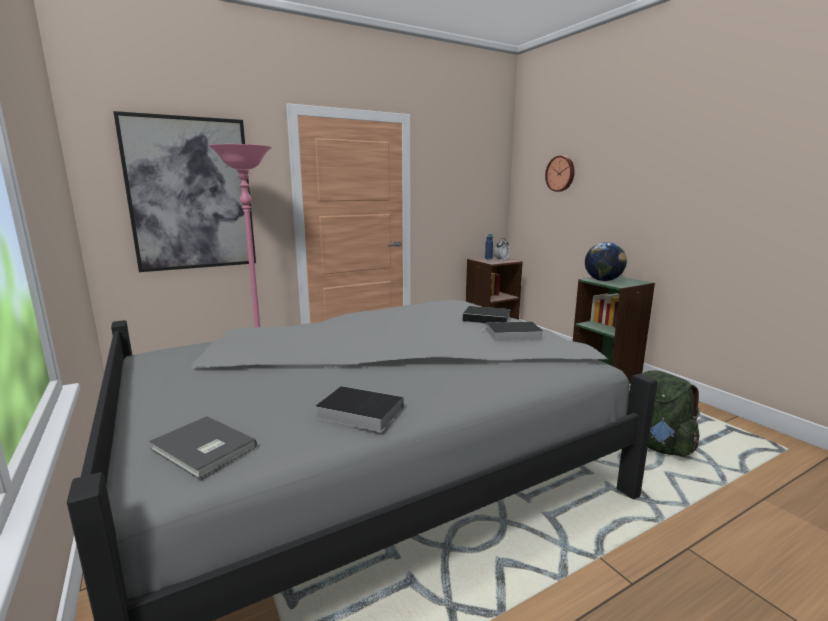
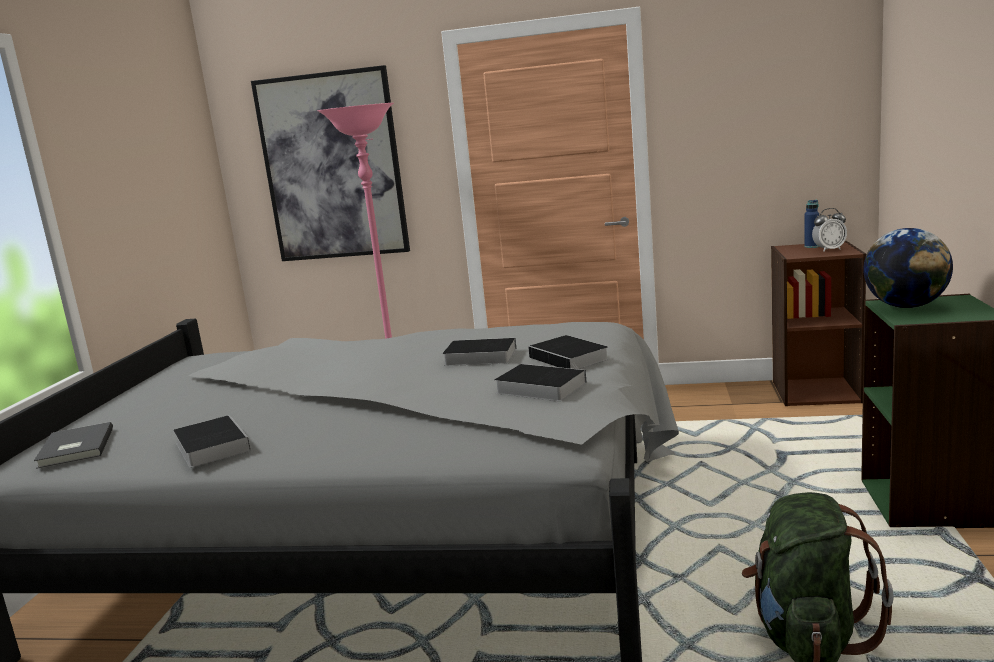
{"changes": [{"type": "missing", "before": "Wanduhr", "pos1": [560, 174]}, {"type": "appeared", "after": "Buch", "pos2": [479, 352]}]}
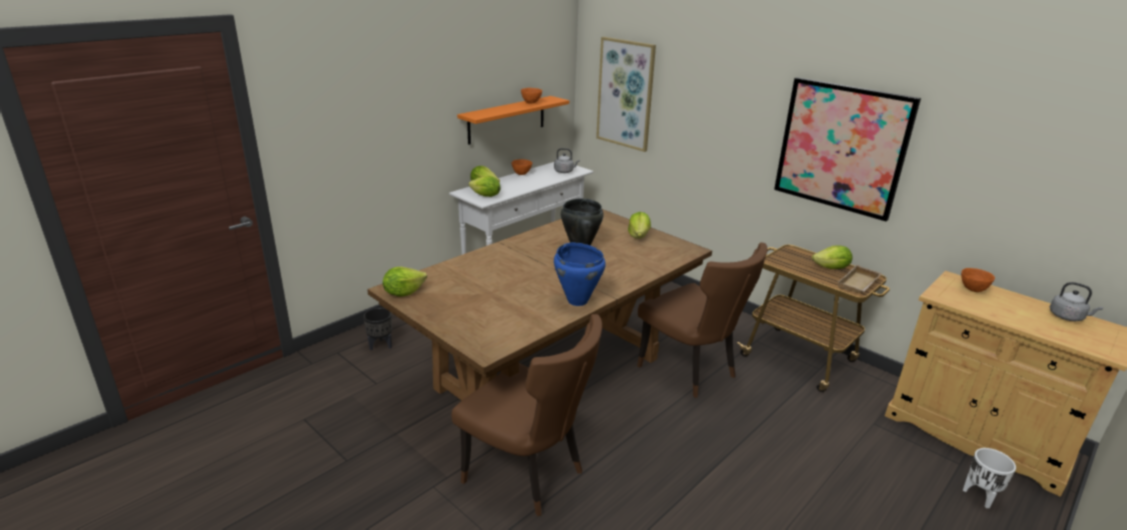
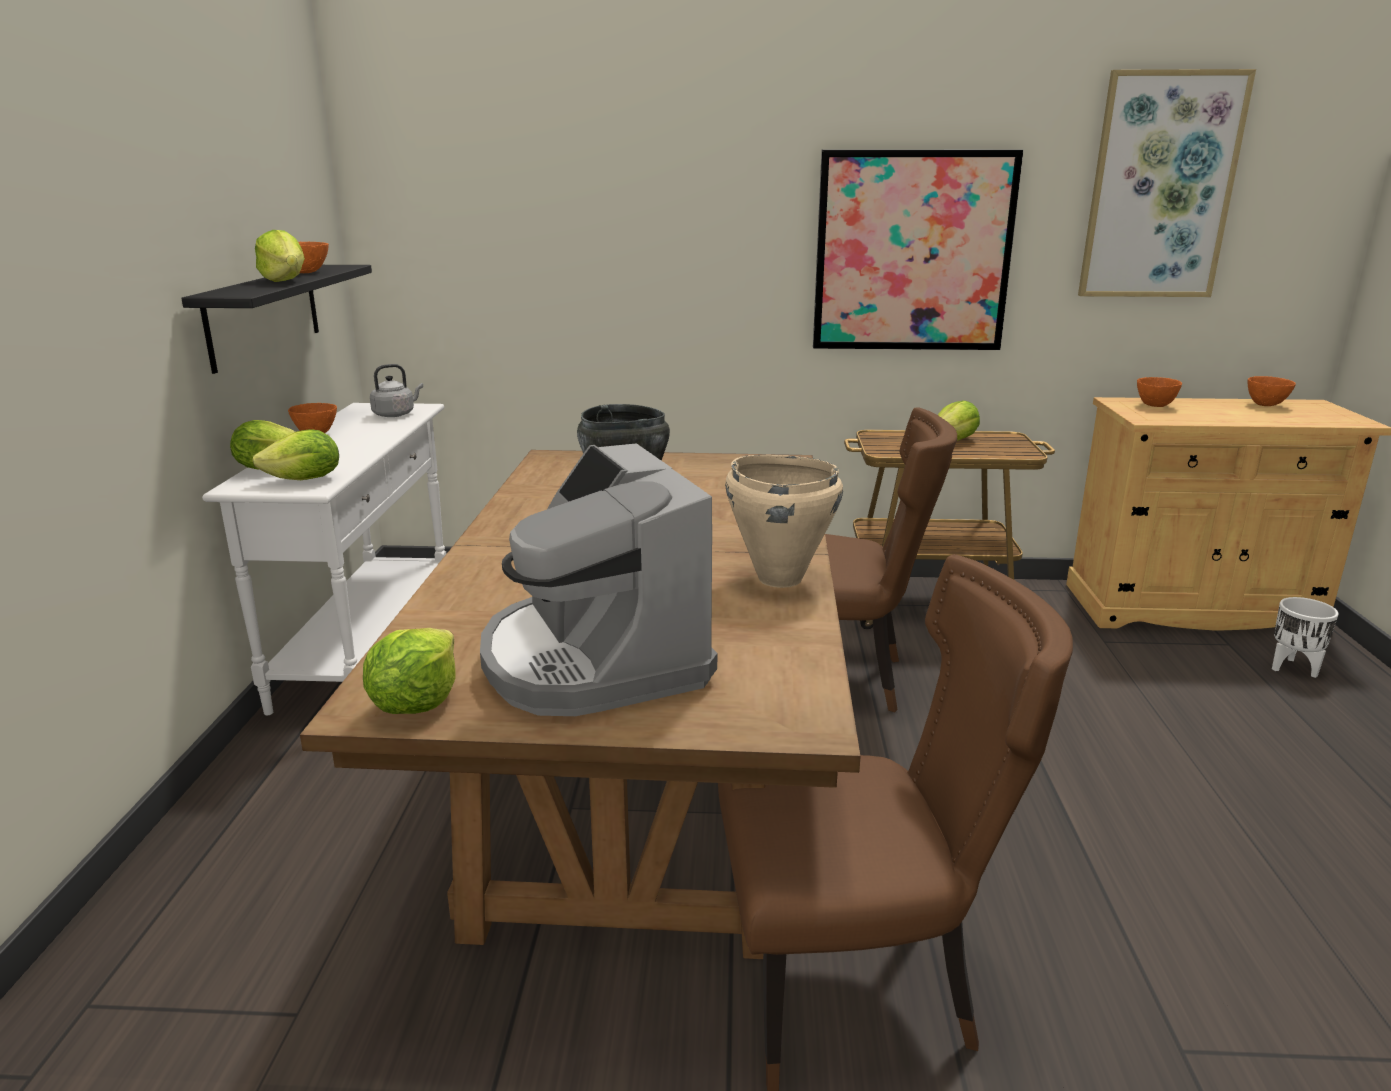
{"changes": [{"type": "relocated", "before": "Bild", "pos1": [626, 94], "pos2": [1167, 183]}, {"type": "colour", "before": "Wandregal (orange)", "after": "Wandregal (schwarz)", "pos1": [513, 120], "pos2": [276, 319]}, {"type": "relocated", "before": "Salatkopf", "pos1": [639, 225], "pos2": [280, 256]}, {"type": "colour", "before": "Kochtopf (blau)", "after": "Kochtopf (beige)", "pos1": [580, 274], "pos2": [784, 521]}, {"type": "missing", "before": "Tablett (beige)", "pos1": [860, 279]}, {"type": "exchanged", "before": "Wasserkessel (grau)", "after": "Schüssel (orange)", "pos1": [1076, 301], "pos2": [1272, 391]}, {"type": "missing", "before": "Pflanzkübel (schwarz)", "pos1": [377, 329]}, {"type": "appeared", "after": "Kaffeemaschine", "pos2": [598, 579]}]}
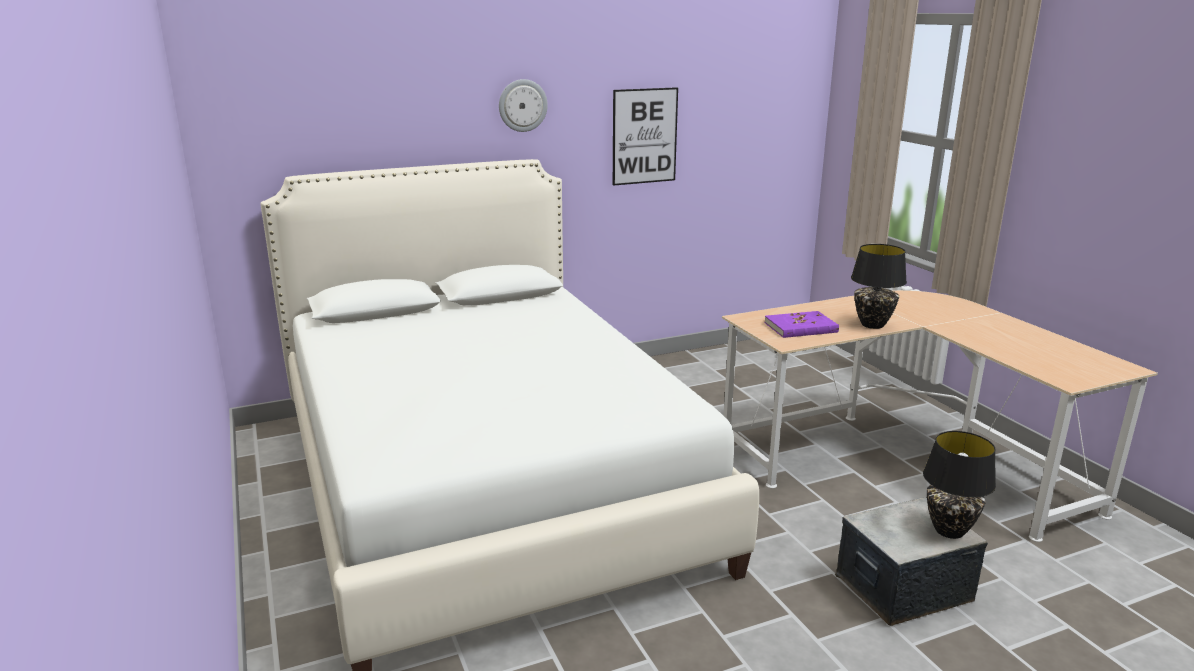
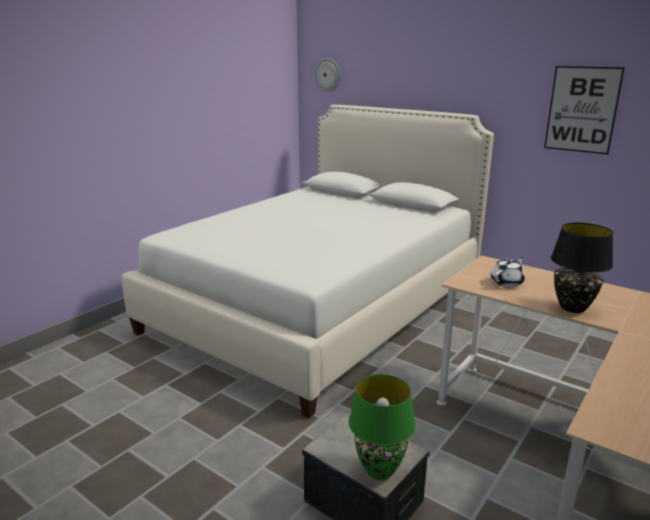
{"changes": [{"type": "relocated", "before": "Wanduhr", "pos1": [523, 105], "pos2": [328, 75]}, {"type": "exchanged", "before": "Buch (lila)", "after": "Teekanne (weiß)", "pos1": [802, 324], "pos2": [508, 272]}, {"type": "colour", "before": "Tischlampe (schwarz)", "after": "Tischlampe (grün)", "pos1": [959, 485], "pos2": [382, 427]}]}
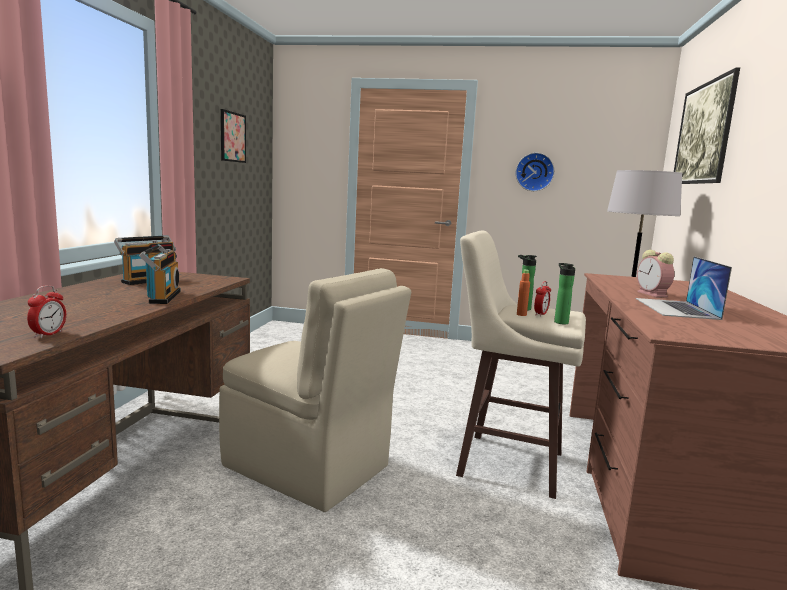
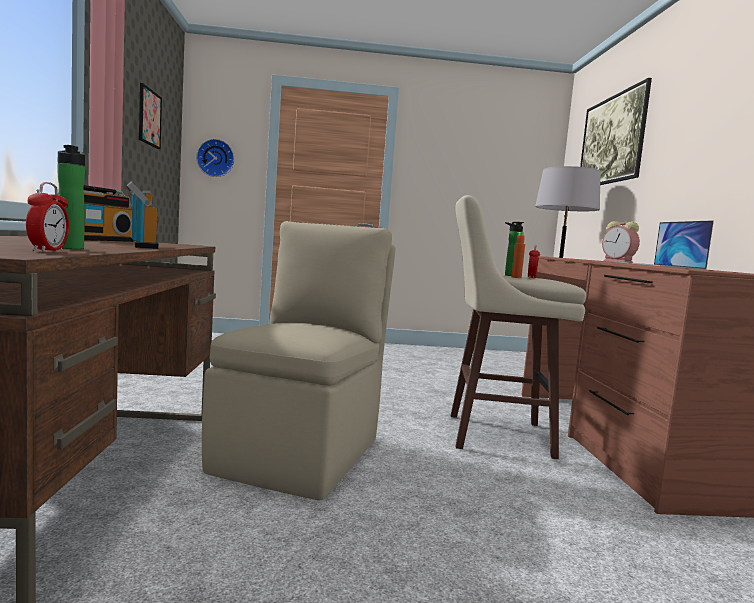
{"changes": [{"type": "relocated", "before": "Wanduhr", "pos1": [535, 172], "pos2": [215, 158]}, {"type": "relocated", "before": "Flasche", "pos1": [564, 293], "pos2": [71, 197]}, {"type": "spun", "before": "Stuhl (beige)", "pos1": [315, 390], "pos2": [298, 360], "turn": -90}]}
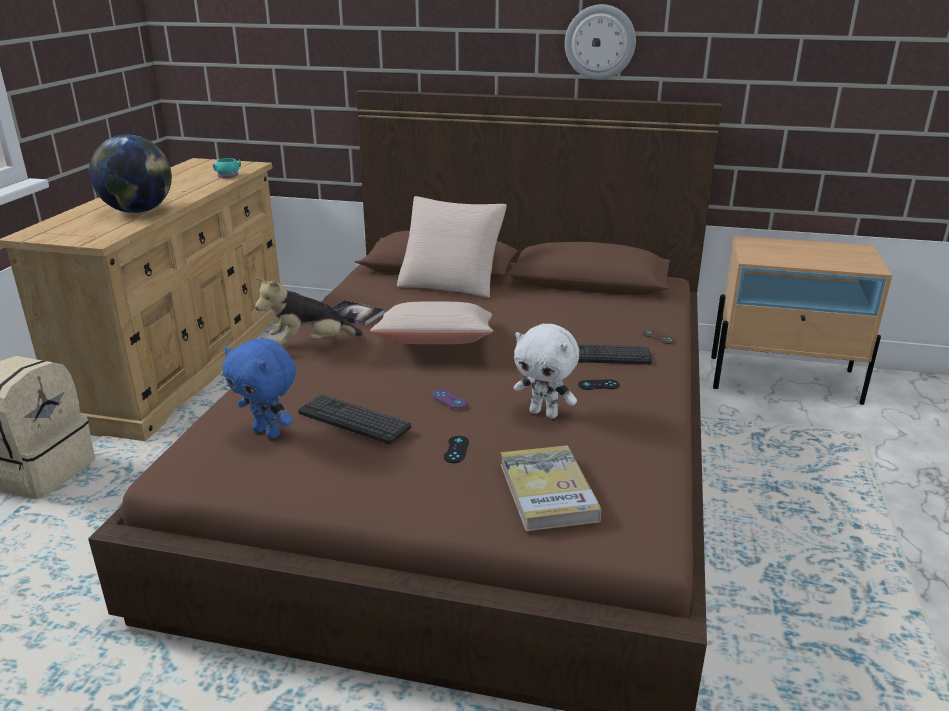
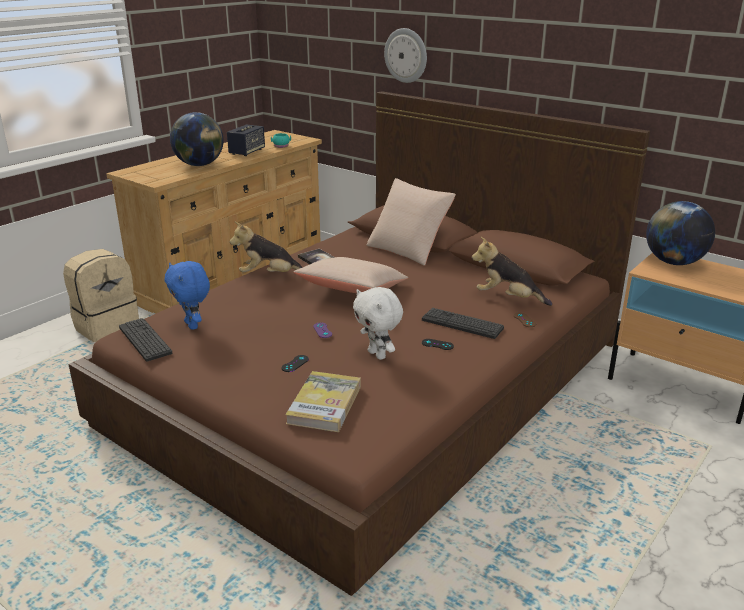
{"changes": [{"type": "relocated", "before": "Wanduhr", "pos1": [600, 42], "pos2": [405, 55]}, {"type": "relocated", "before": "Tastatur", "pos1": [354, 419], "pos2": [146, 339]}, {"type": "appeared", "after": "Lautsprecher", "pos2": [246, 140]}, {"type": "appeared", "after": "Globus", "pos2": [680, 233]}, {"type": "appeared", "after": "Plüschtier", "pos2": [512, 271]}]}
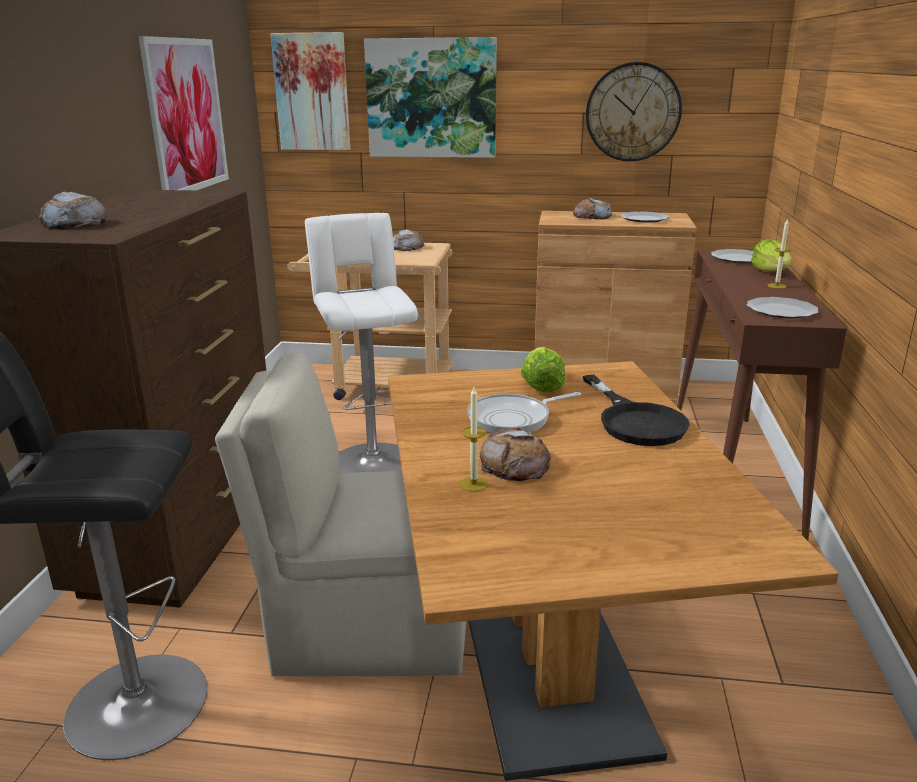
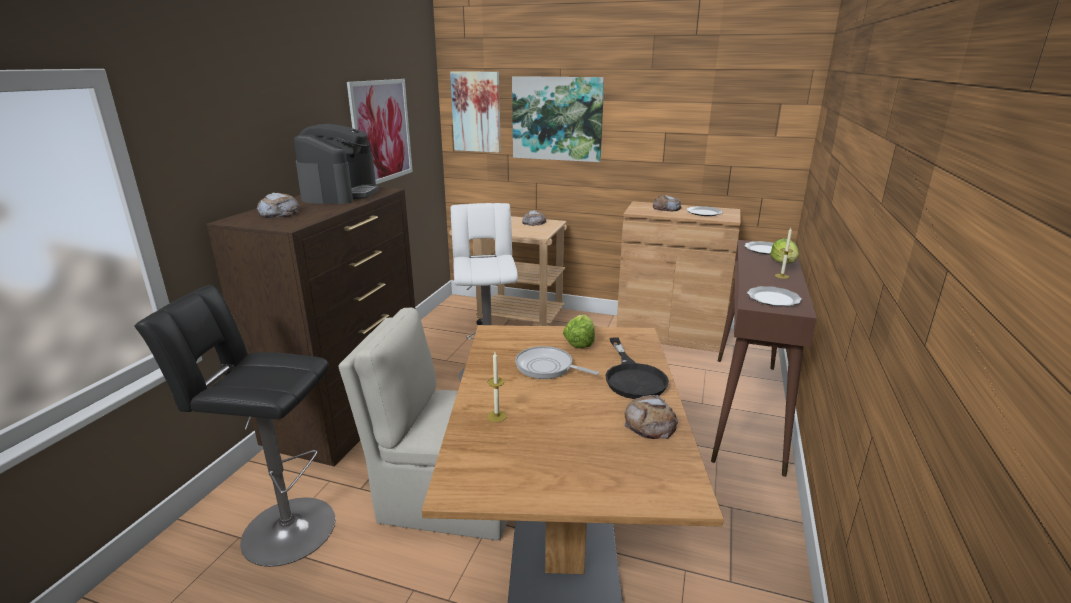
{"changes": [{"type": "missing", "before": "Wanduhr", "pos1": [634, 111]}, {"type": "spun", "before": "Pfanne", "pos1": [524, 413], "pos2": [557, 362], "turn": 45}, {"type": "relocated", "before": "Brot", "pos1": [515, 454], "pos2": [651, 417]}, {"type": "appeared", "after": "Kaffeemaschine", "pos2": [336, 164]}]}
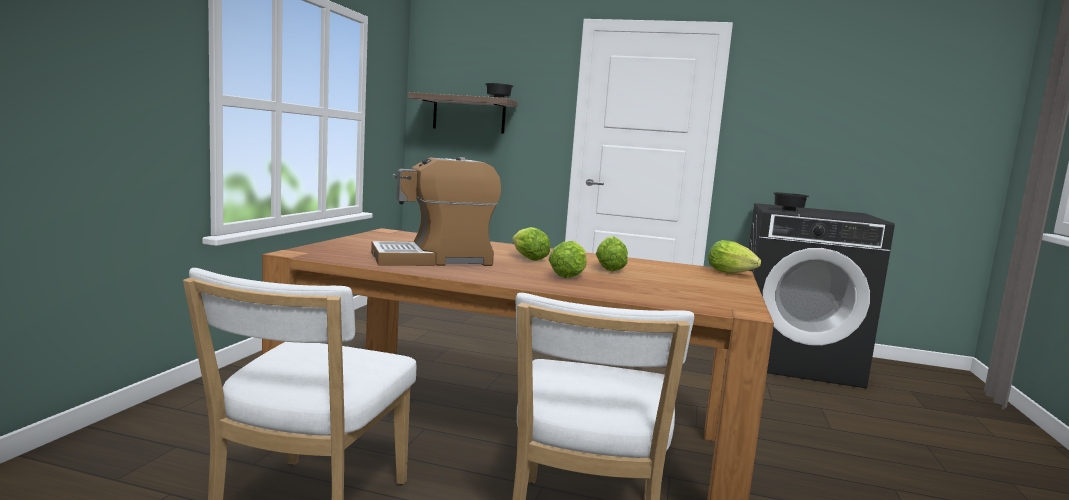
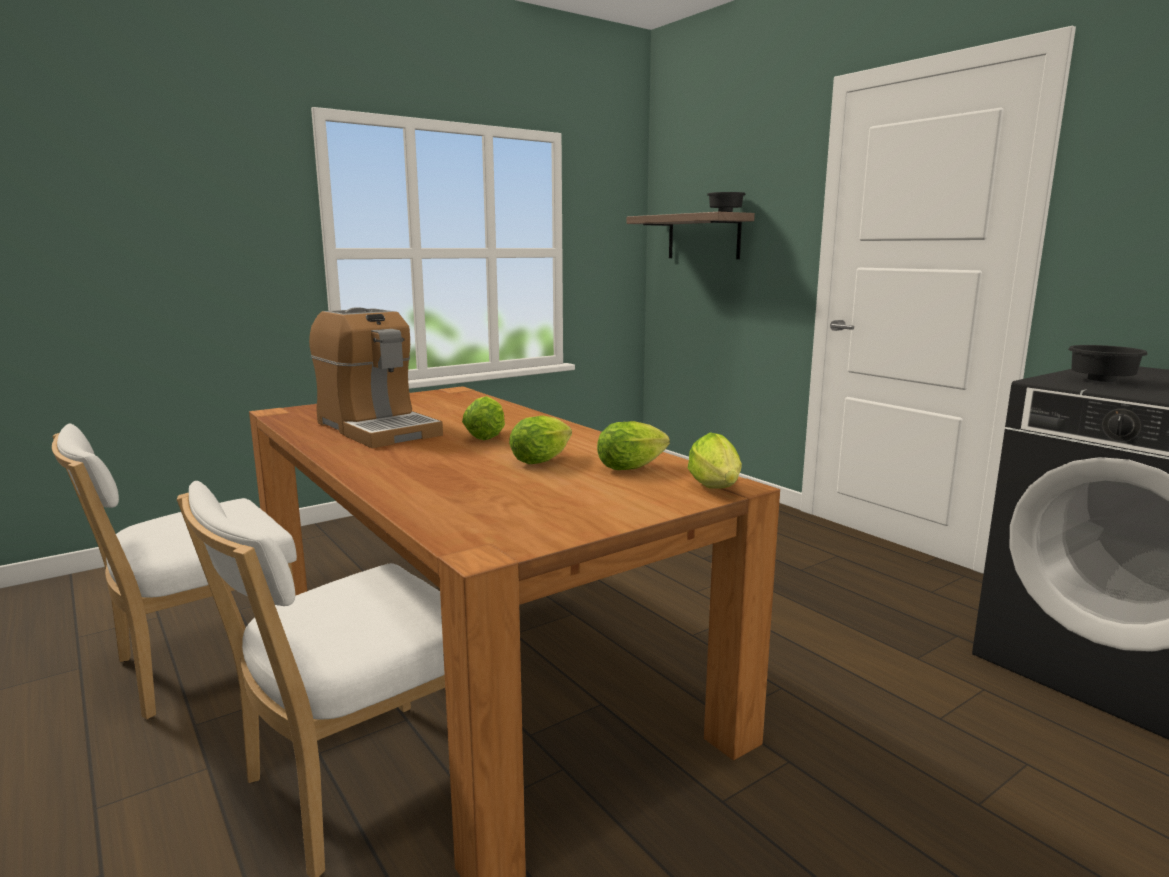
{"changes": [{"type": "spun", "before": "Kaffeemaschine", "pos1": [436, 211], "pos2": [376, 377], "turn": -150}, {"type": "relocated", "before": "Salatkopf", "pos1": [567, 259], "pos2": [633, 445]}]}
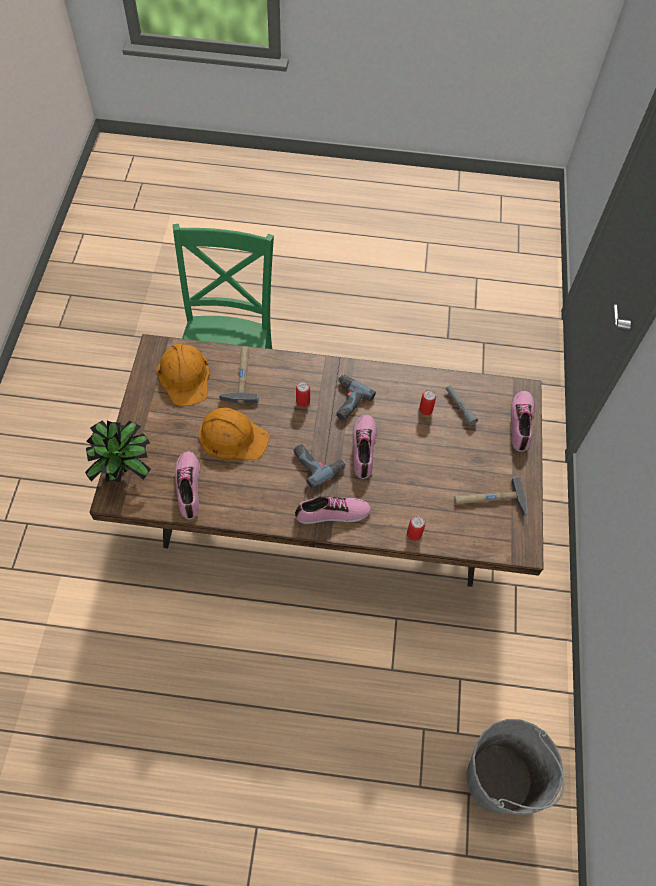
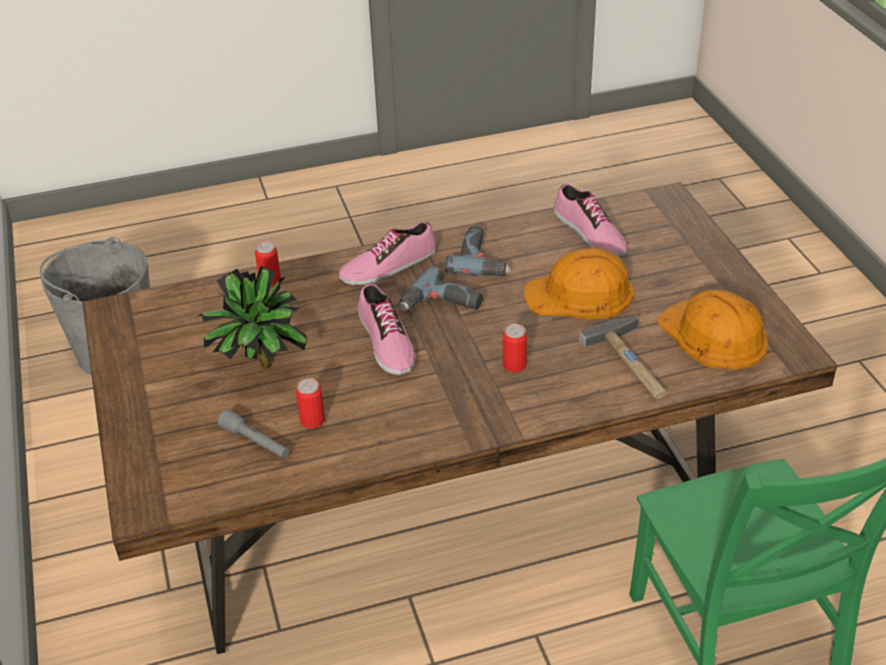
{"changes": [{"type": "relocated", "before": "Bohrmaschine", "pos1": [356, 397], "pos2": [478, 251]}, {"type": "missing", "before": "Schuh", "pos1": [523, 421]}, {"type": "relocated", "before": "Topfpflanze", "pos1": [118, 451], "pos2": [252, 317]}, {"type": "missing", "before": "Hammer", "pos1": [490, 497]}]}
